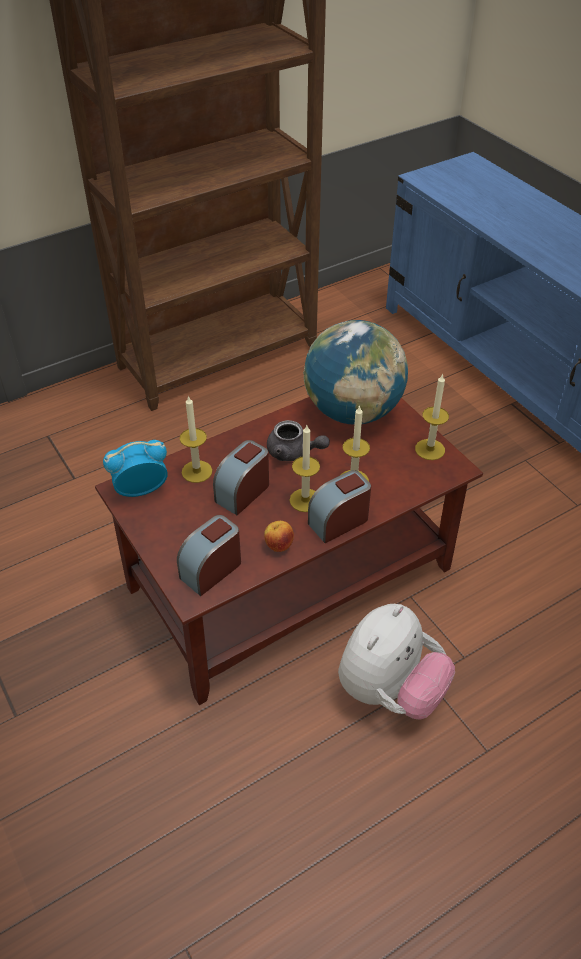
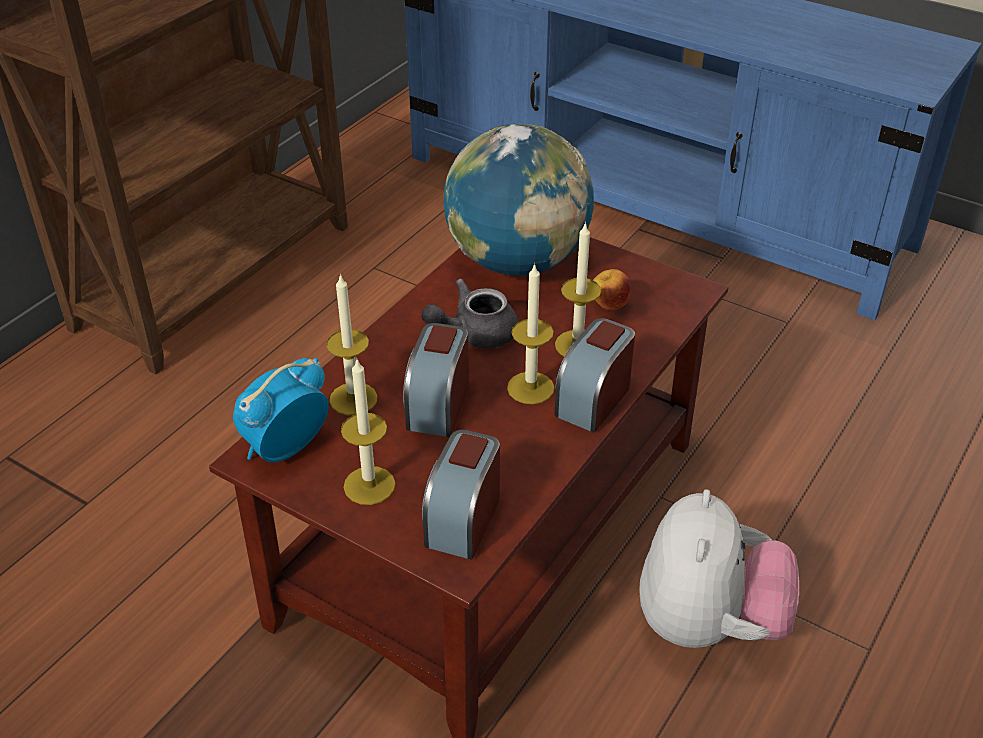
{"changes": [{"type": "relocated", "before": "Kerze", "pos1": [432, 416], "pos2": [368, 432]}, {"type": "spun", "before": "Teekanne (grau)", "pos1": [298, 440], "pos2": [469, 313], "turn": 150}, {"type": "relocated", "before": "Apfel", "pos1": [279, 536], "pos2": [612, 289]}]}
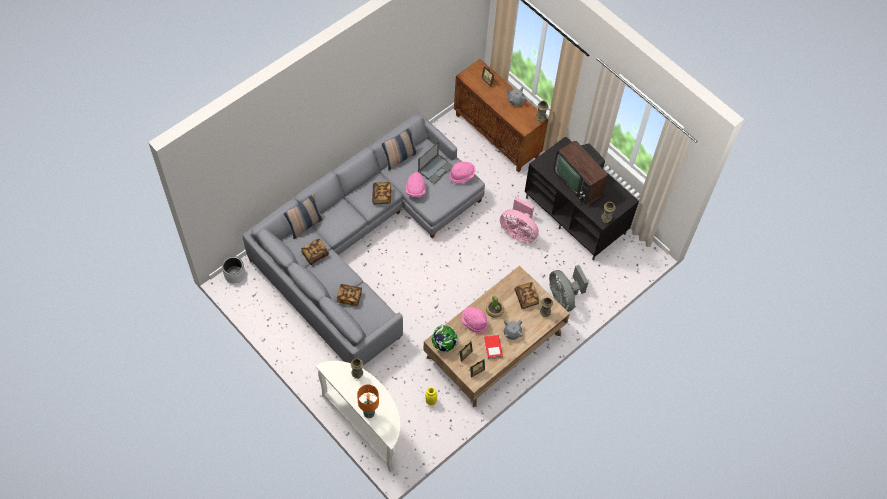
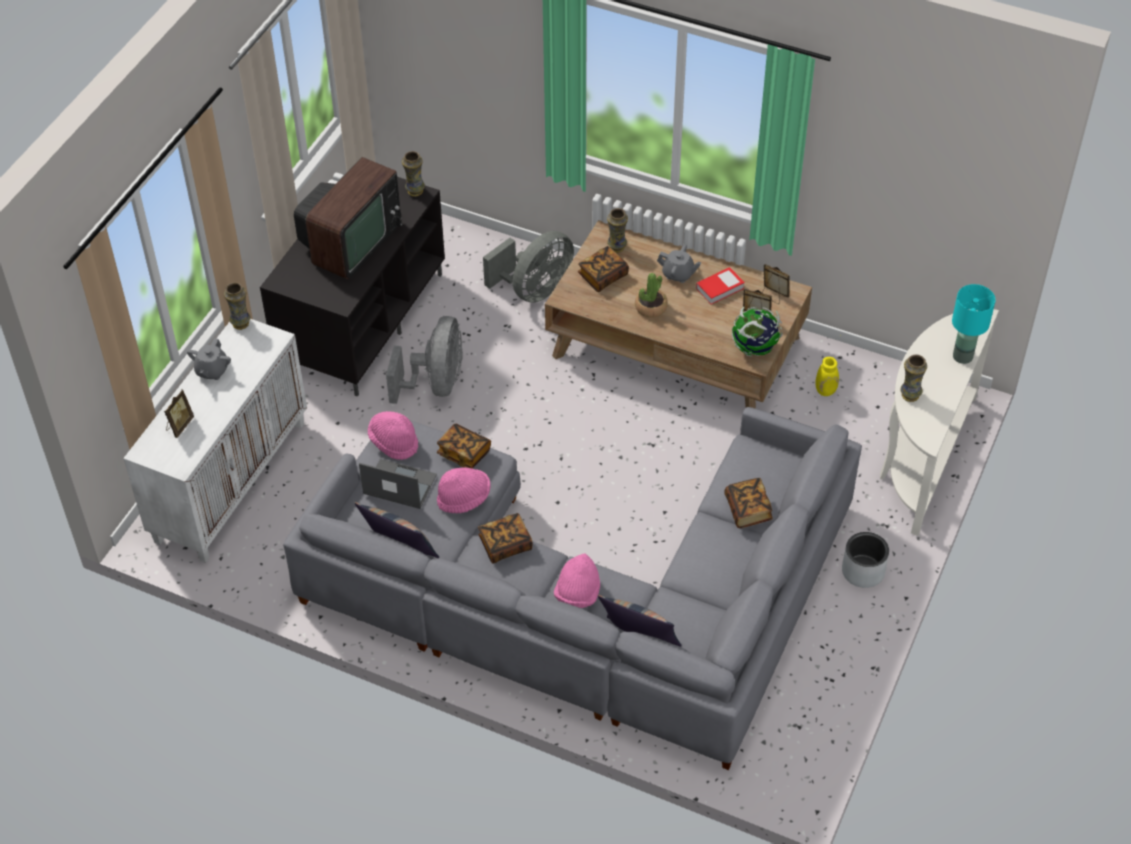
{"changes": [{"type": "colour", "before": "Schrank (braun)", "after": "Schrank (weiß)", "pos1": [501, 115], "pos2": [215, 441]}, {"type": "colour", "before": "Ventilator (rosa)", "after": "Ventilator (grau)", "pos1": [519, 220], "pos2": [424, 360]}, {"type": "relocated", "before": "Buch", "pos1": [315, 252], "pos2": [464, 446]}, {"type": "relocated", "before": "Pflanzkübel (grau)", "pos1": [234, 269], "pos2": [865, 560]}, {"type": "relocated", "before": "Hut (rosa)", "pos1": [474, 320], "pos2": [577, 580]}, {"type": "colour", "before": "Tischlampe (orange)", "after": "Tischlampe (türkis)", "pos1": [368, 401], "pos2": [973, 324]}]}
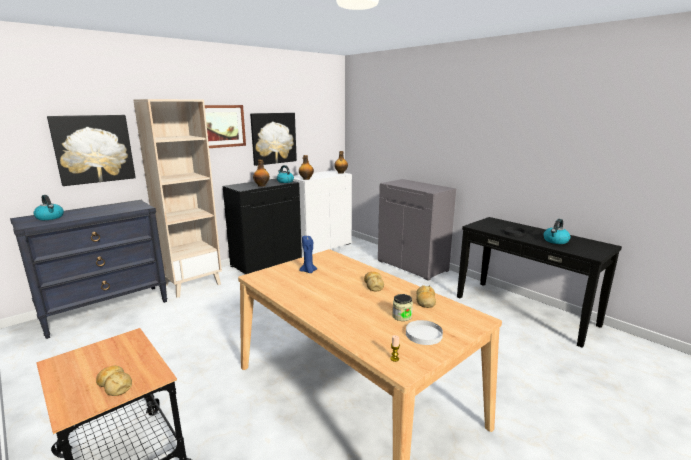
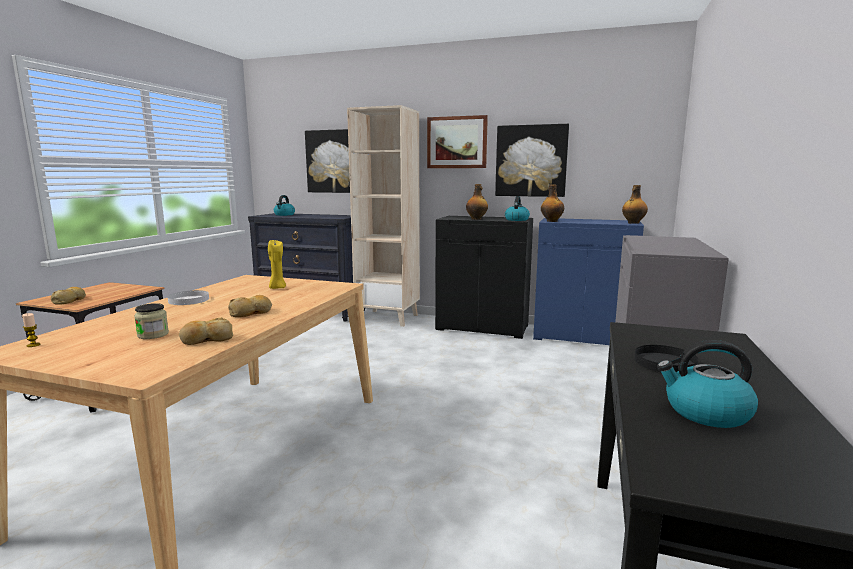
{"changes": [{"type": "colour", "before": "Schrank (weiß)", "after": "Schrank (blau)", "pos1": [322, 212], "pos2": [588, 281]}, {"type": "colour", "before": "Kerze (blau)", "after": "Kerze (gelb)", "pos1": [308, 254], "pos2": [277, 264]}, {"type": "relocated", "before": "Teller (weiß)", "pos1": [424, 332], "pos2": [188, 297]}]}
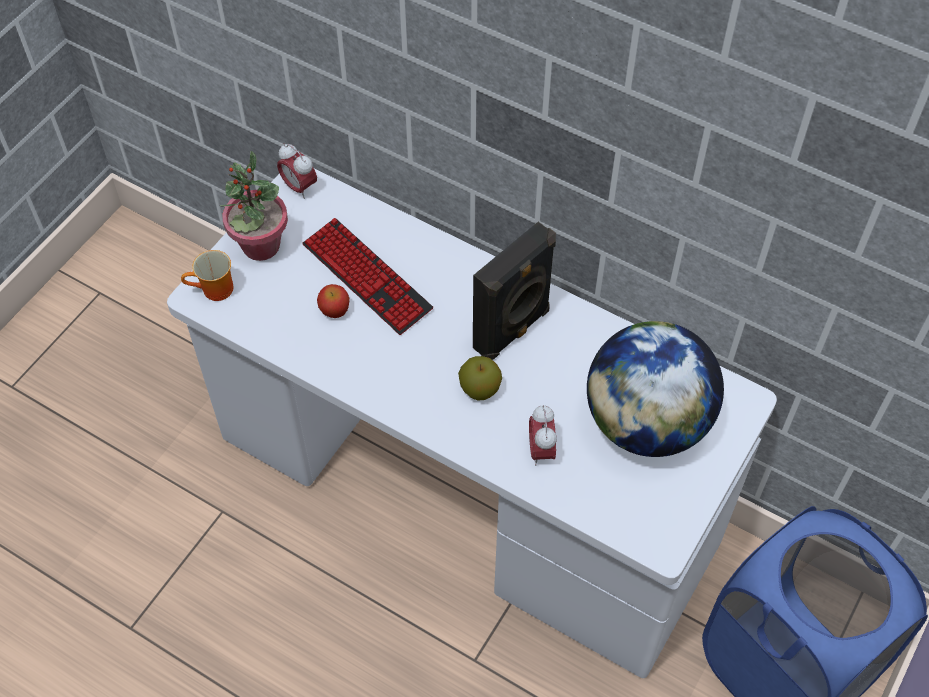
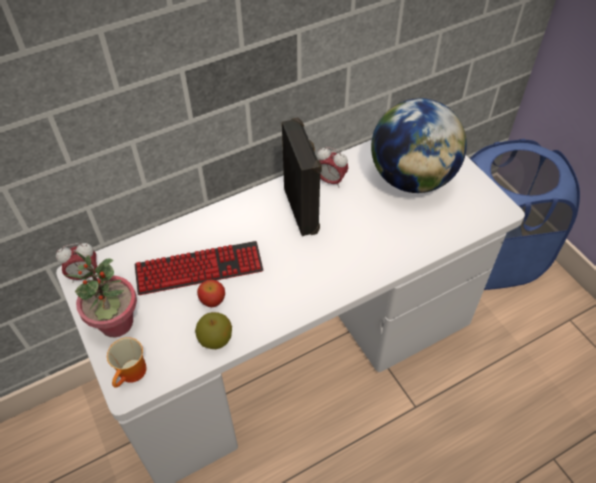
{"changes": [{"type": "relocated", "before": "Apfel", "pos1": [480, 378], "pos2": [213, 330]}, {"type": "relocated", "before": "Wecker", "pos1": [543, 435], "pos2": [332, 167]}]}
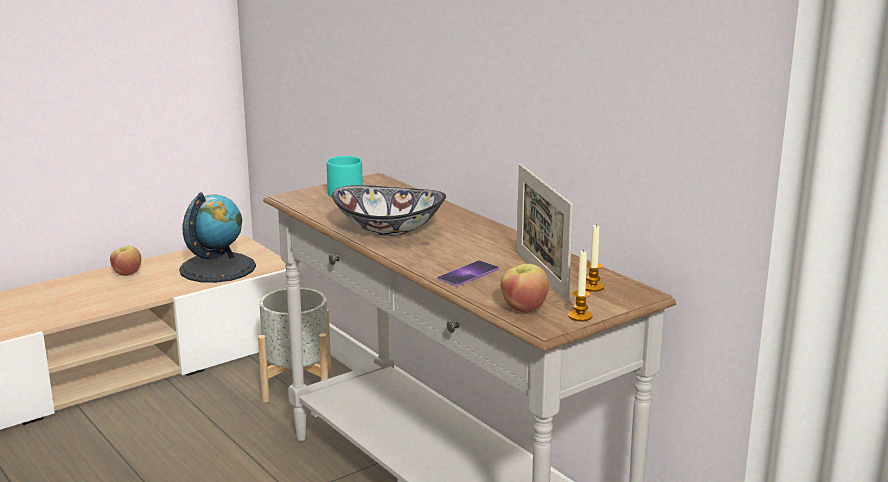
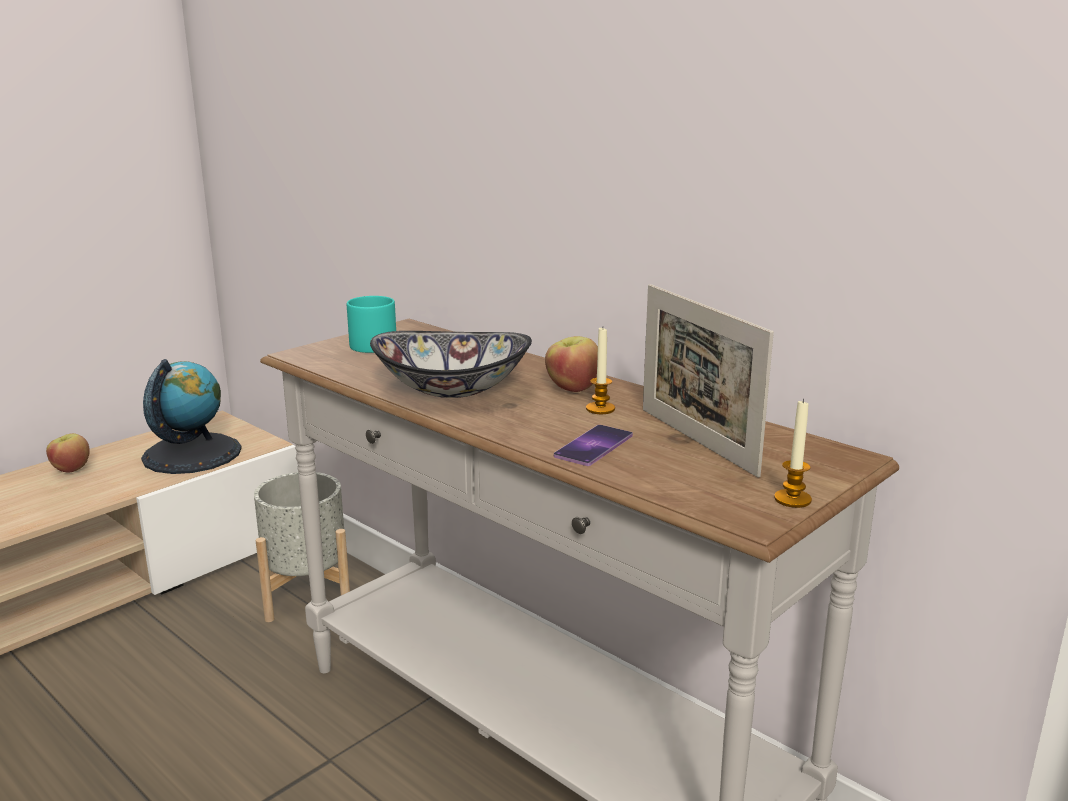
{"changes": [{"type": "relocated", "before": "Kerze", "pos1": [595, 258], "pos2": [600, 371]}, {"type": "relocated", "before": "Apfel", "pos1": [524, 288], "pos2": [571, 364]}]}
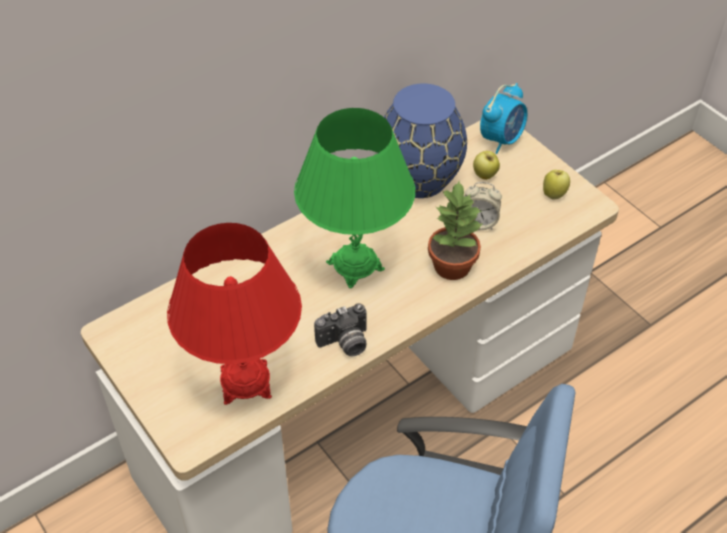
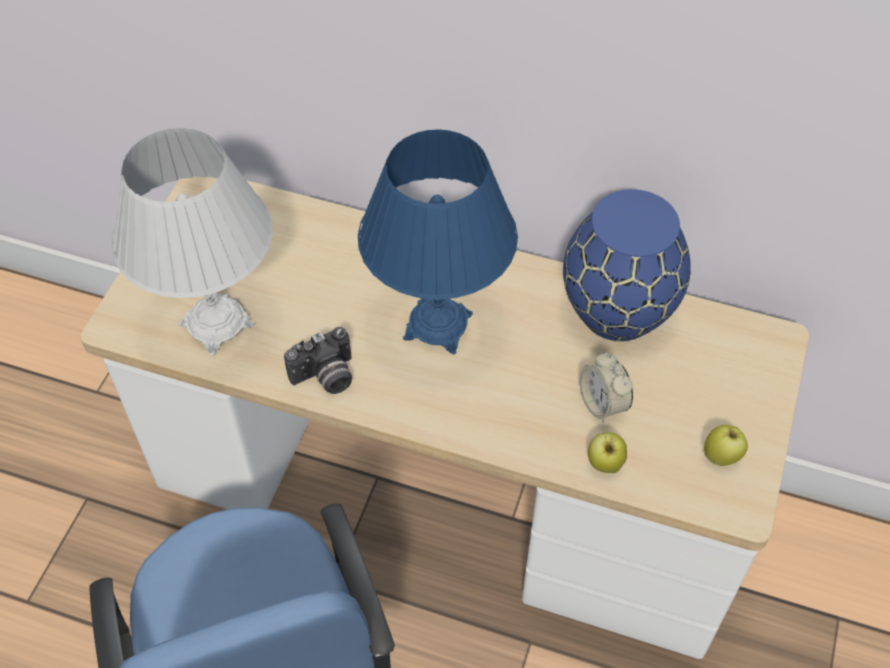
{"changes": [{"type": "missing", "before": "Wecker", "pos1": [503, 118]}, {"type": "colour", "before": "Tischlampe (grün)", "after": "Tischlampe (blau)", "pos1": [354, 198], "pos2": [438, 241]}, {"type": "relocated", "before": "Apfel", "pos1": [486, 165], "pos2": [607, 452]}, {"type": "missing", "before": "Topfpflanze", "pos1": [455, 230]}, {"type": "colour", "before": "Tischlampe (rot)", "after": "Tischlampe (weiß)", "pos1": [234, 314], "pos2": [192, 242]}, {"type": "spun", "before": "Kamera", "pos1": [340, 330], "pos2": [318, 360], "turn": -60}]}
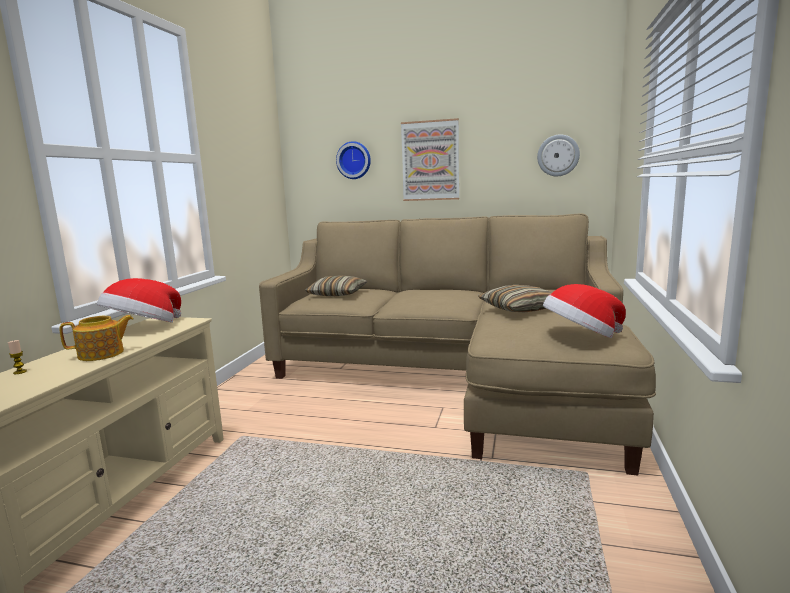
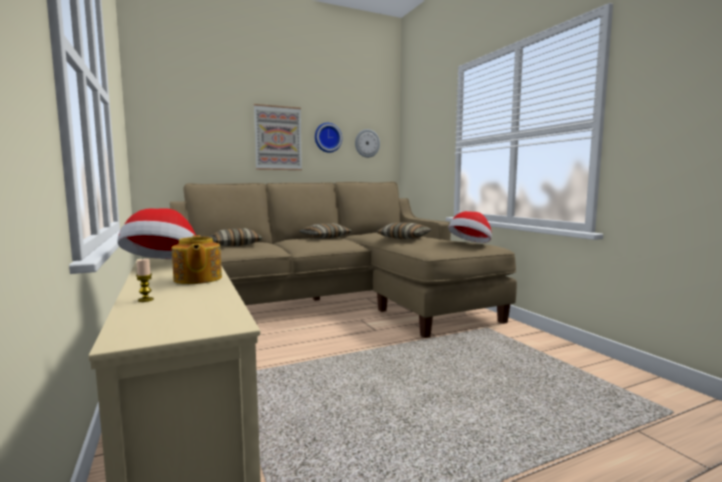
{"changes": [{"type": "relocated", "before": "Wanduhr", "pos1": [353, 160], "pos2": [328, 138]}, {"type": "spun", "before": "Teekanne", "pos1": [96, 338], "pos2": [197, 259], "turn": 135}, {"type": "appeared", "after": "Kissen", "pos2": [325, 231]}]}
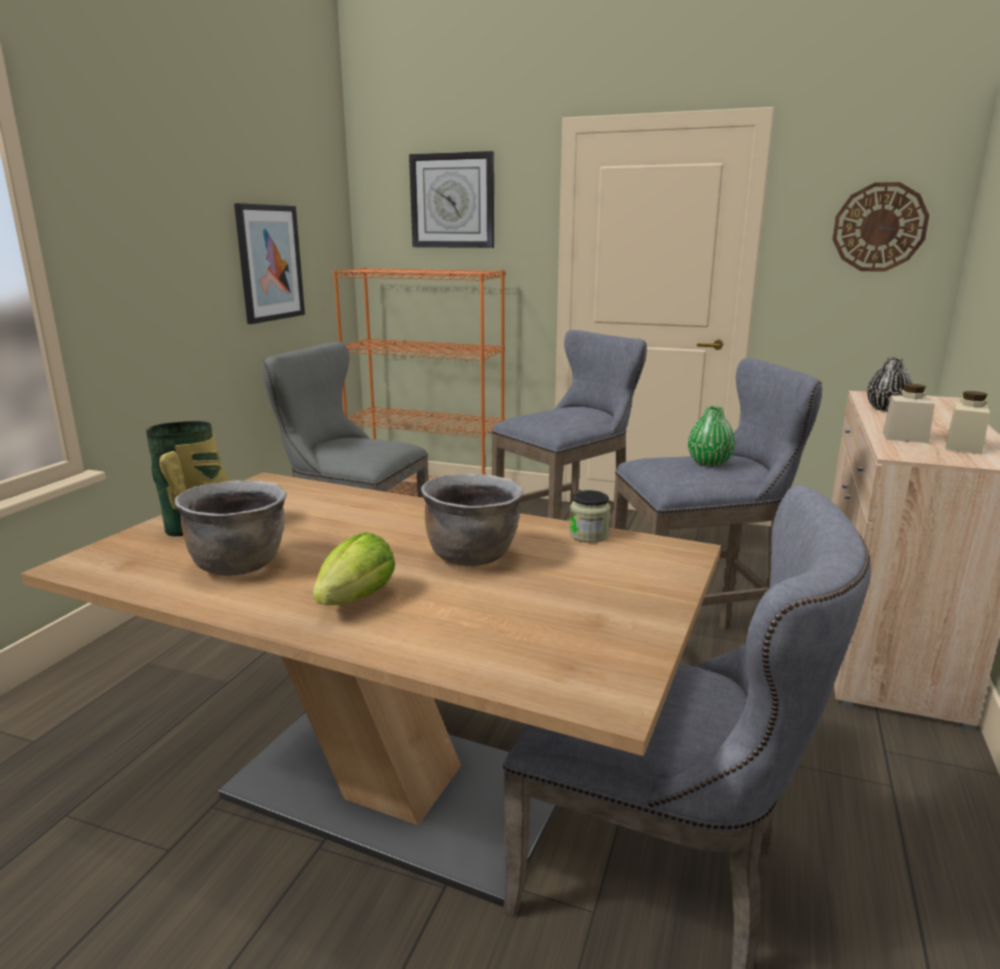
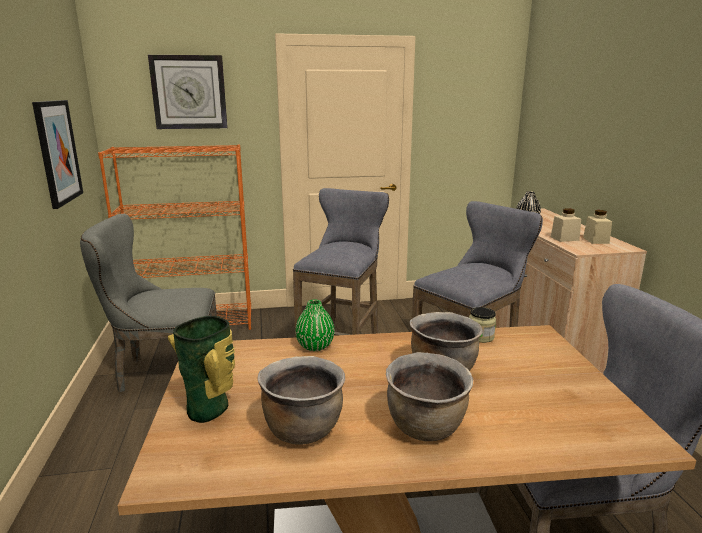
{"changes": [{"type": "missing", "before": "Wanduhr", "pos1": [881, 227]}, {"type": "relocated", "before": "Vase (grün)", "pos1": [711, 436], "pos2": [315, 325]}, {"type": "exchanged", "before": "Salatkopf", "after": "Kochtopf (braun)", "pos1": [354, 569], "pos2": [429, 396]}]}
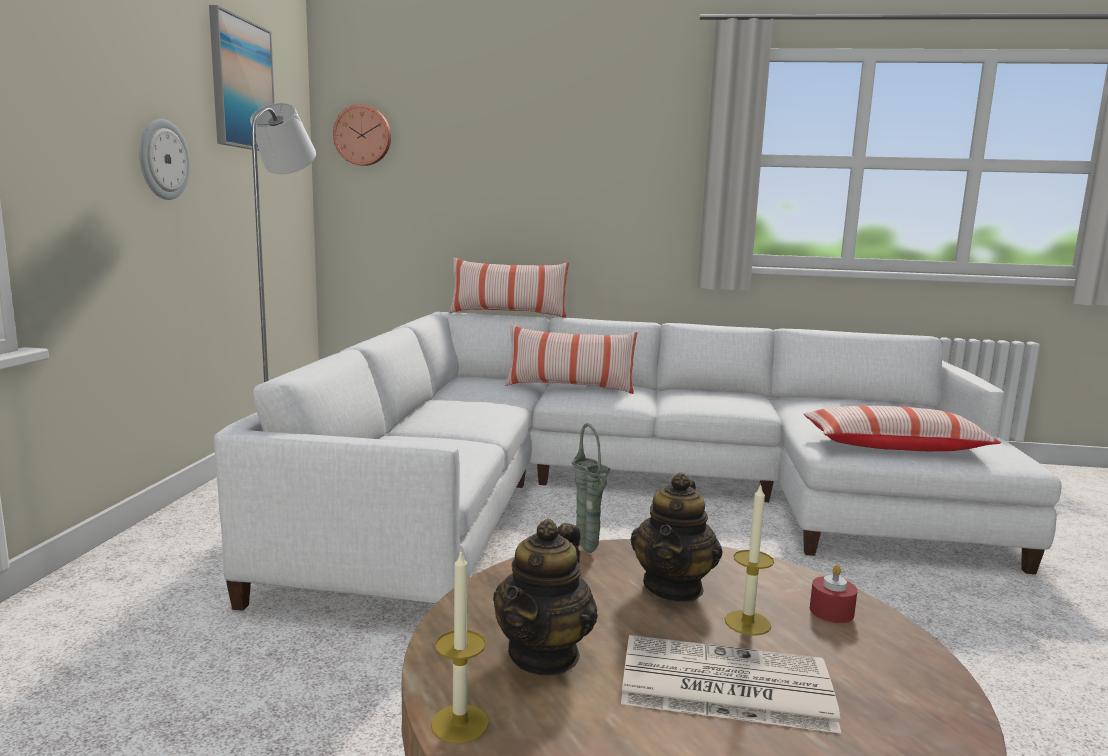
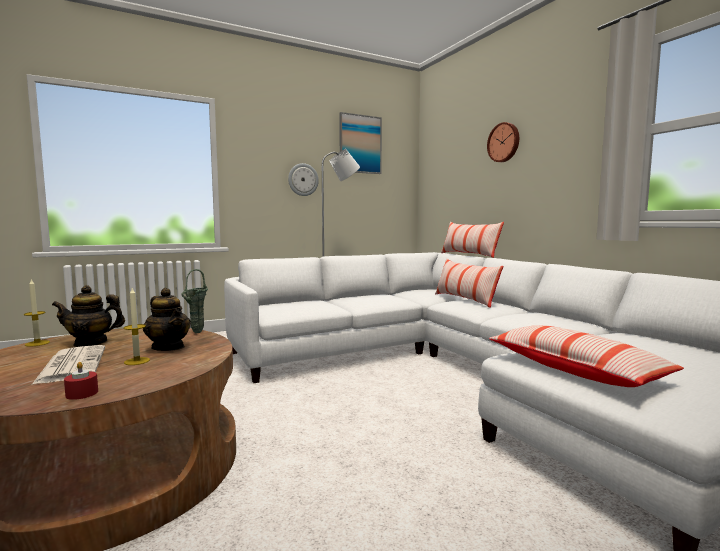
{"changes": [{"type": "relocated", "before": "Wanduhr", "pos1": [362, 135], "pos2": [503, 142]}, {"type": "spun", "before": "Teekanne", "pos1": [677, 537], "pos2": [167, 319], "turn": -120}, {"type": "relocated", "before": "Kerze (rot)", "pos1": [833, 594], "pos2": [81, 381]}]}
